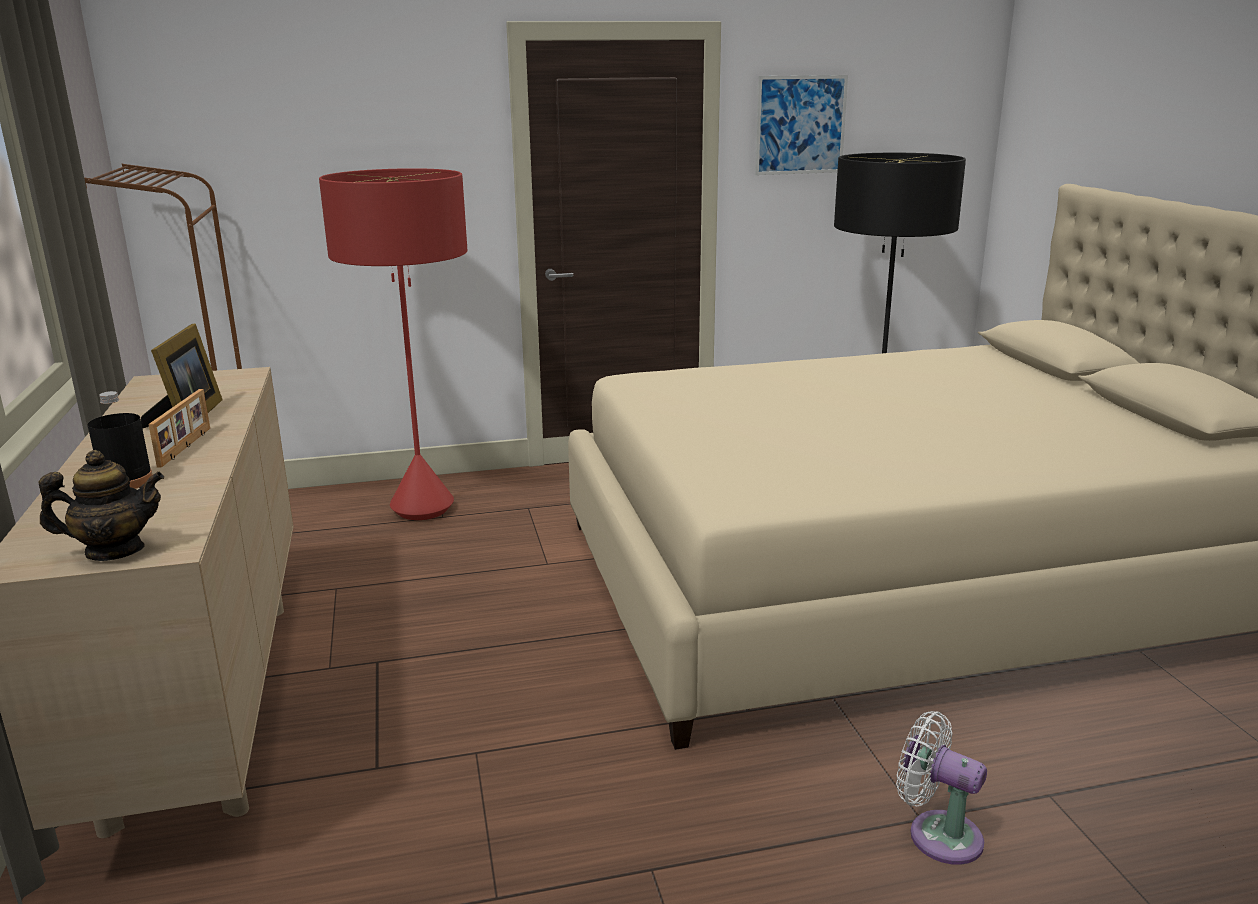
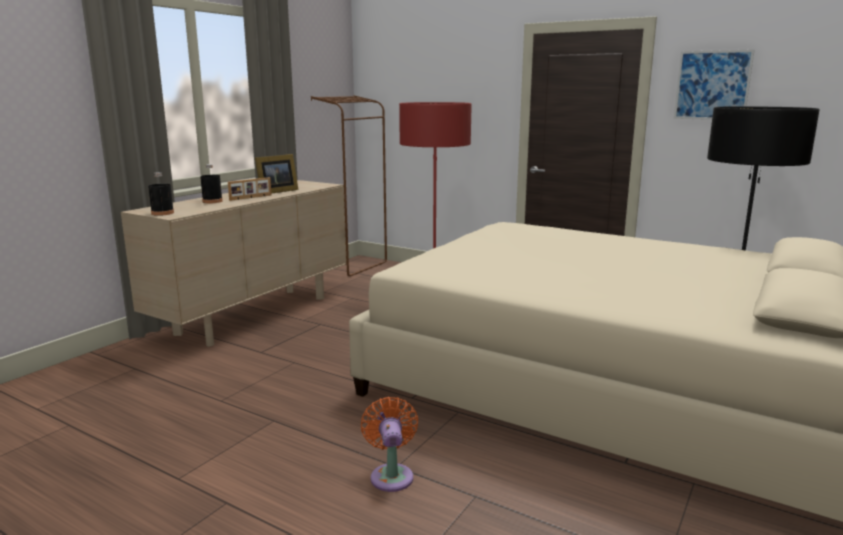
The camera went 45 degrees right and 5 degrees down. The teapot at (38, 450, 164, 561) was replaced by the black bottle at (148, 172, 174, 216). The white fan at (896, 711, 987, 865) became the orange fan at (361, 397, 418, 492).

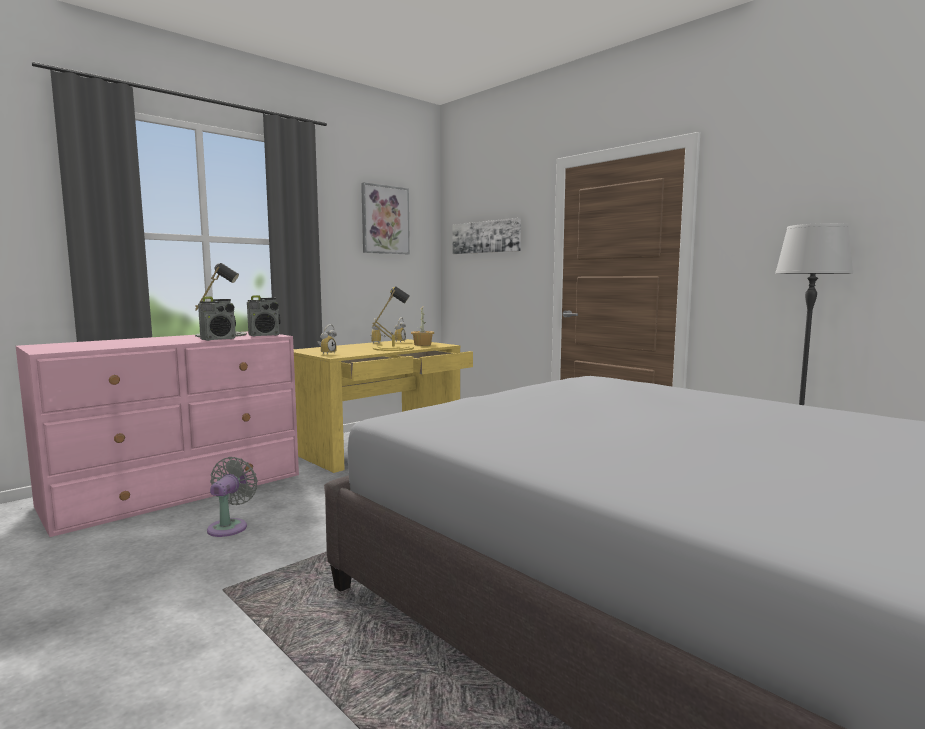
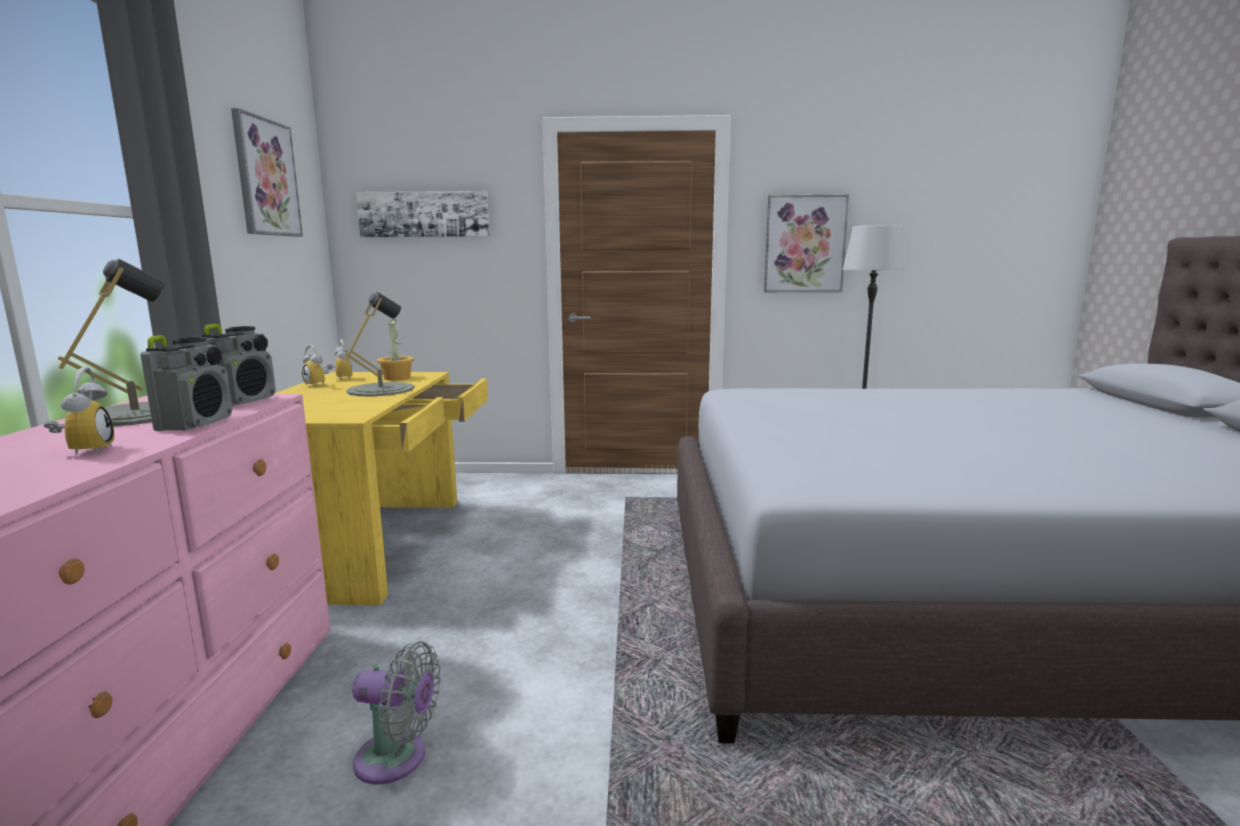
The camera went 45 degrees left and 5 degrees up. The grey fan at (207, 457, 258, 537) turned 135 degrees clockwise. The alarm clock moved from (317, 324, 337, 354) to (44, 367, 114, 456). The yellow table lamp at (372, 287, 414, 351) became the grey table lamp at (345, 292, 415, 397). The picture at (764, 194, 849, 292) appeared.

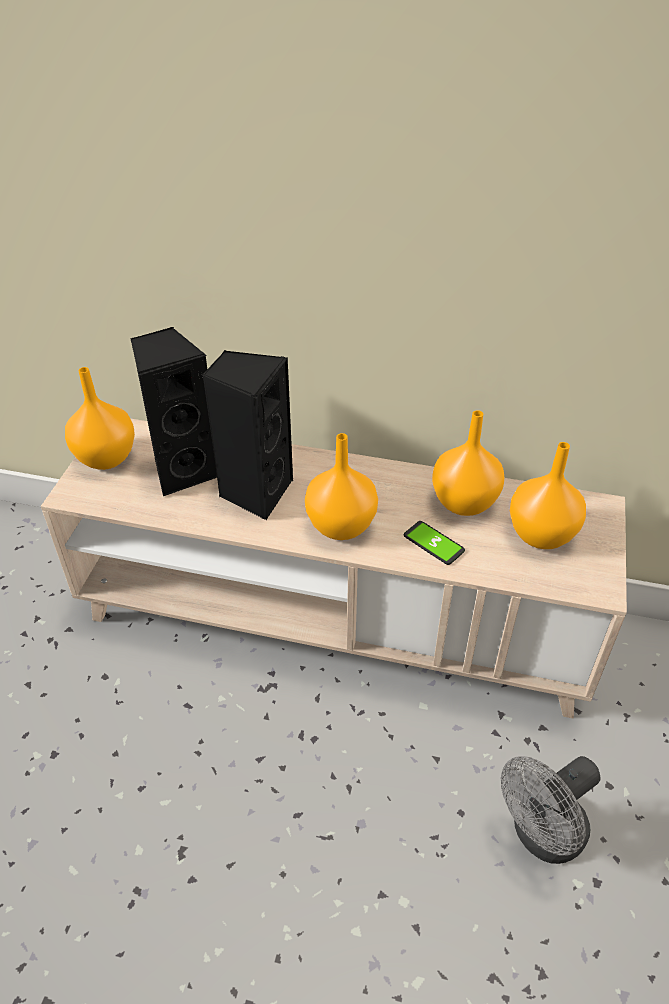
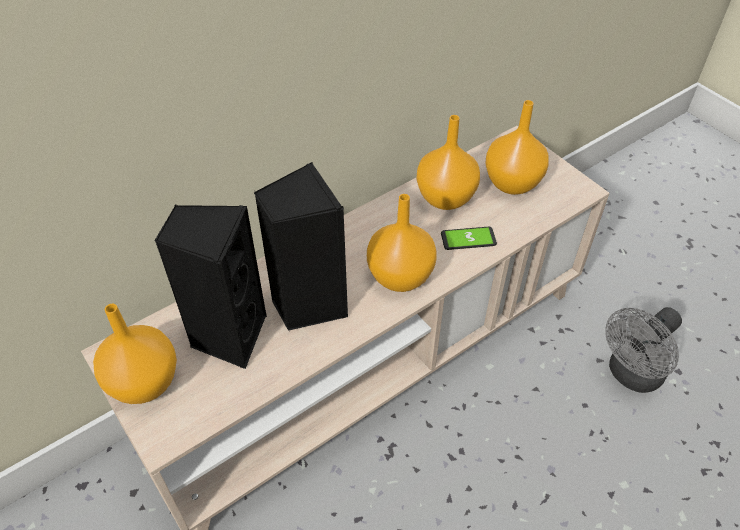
The camera went 50 degrees left and 5 degrees up. The grey fan at (501, 756, 601, 864) turned 45 degrees clockwise.

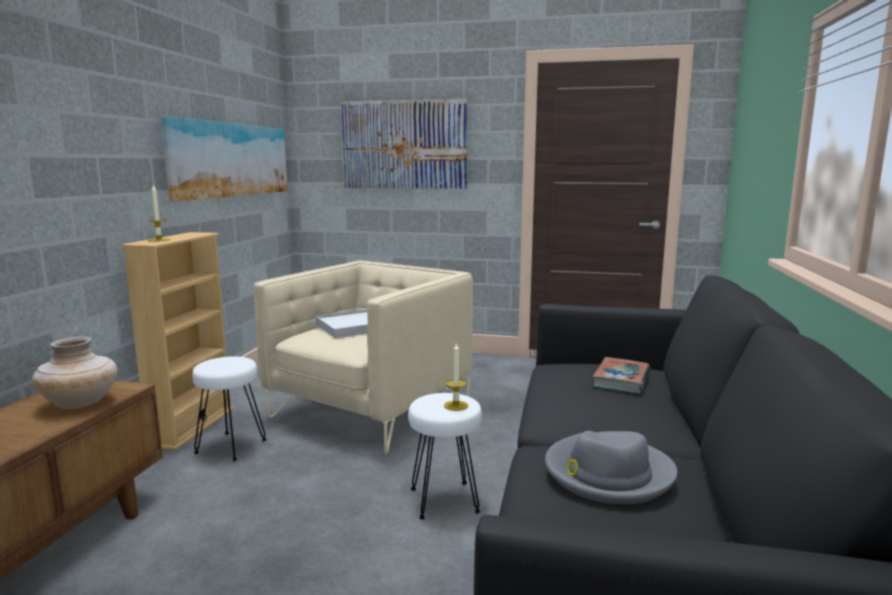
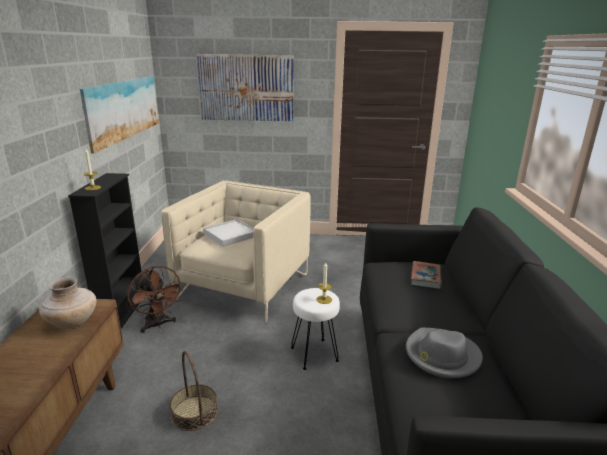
The camera went 10 degrees left and 10 degrees up. The beige bookcase at (122, 232, 233, 450) became the black bookcase at (68, 173, 141, 329). The white stool at (192, 356, 267, 461) was replaced by the brown fan at (127, 266, 184, 333). The basket at (170, 351, 218, 431) appeared.

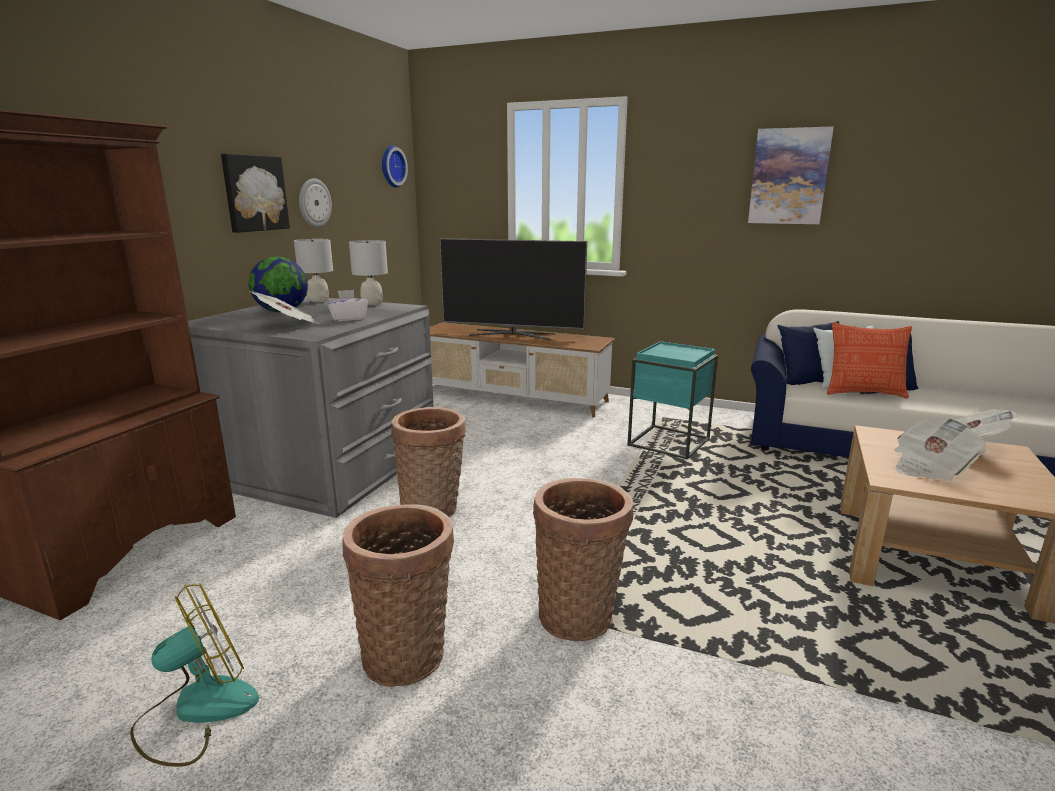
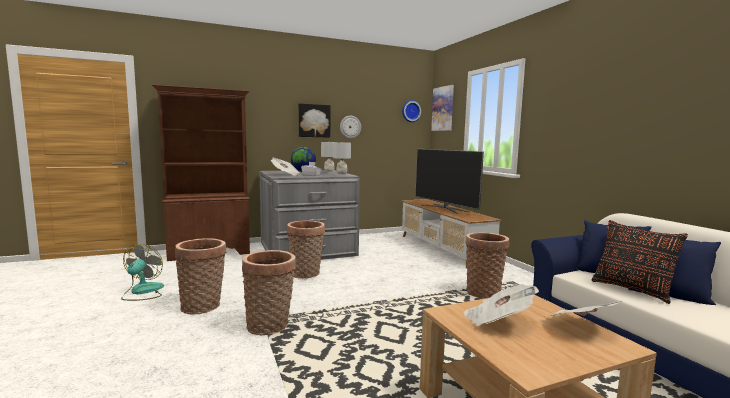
The camera went 45 degrees right and 10 degrees down. The fan at (130, 583, 259, 767) turned 90 degrees counterclockwise. The turquoise side table at (628, 341, 718, 460) was replaced by the basket at (466, 232, 509, 299). The picture moved from (748, 126, 834, 224) to (431, 85, 454, 131). The orange pillow at (827, 322, 912, 399) became the black pillow at (592, 220, 688, 304).

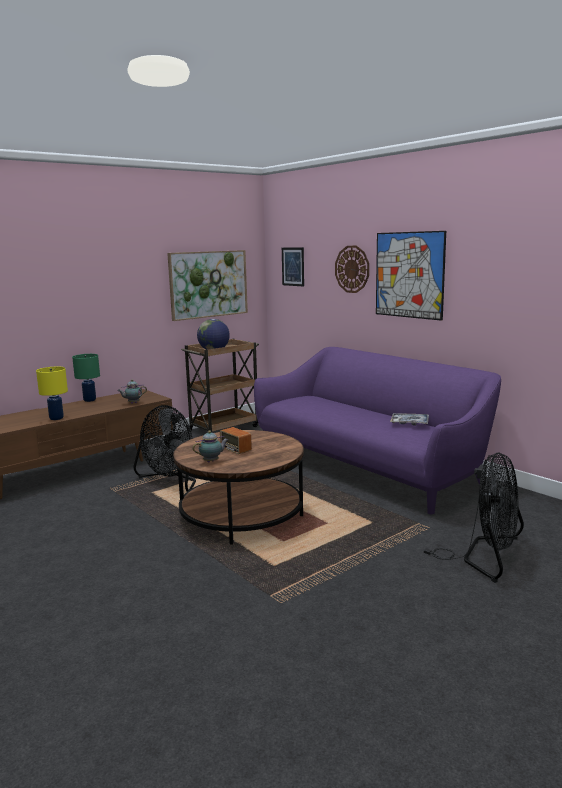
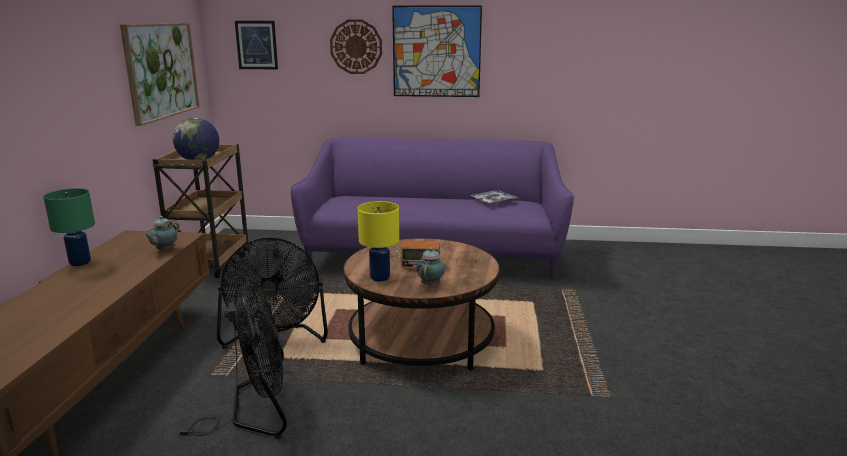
The camera went 45 degrees left and 5 degrees up. The yellow table lamp moved from (36, 367, 68, 420) to (358, 201, 399, 282). The black fan moved from (423, 453, 524, 583) to (178, 283, 287, 439).

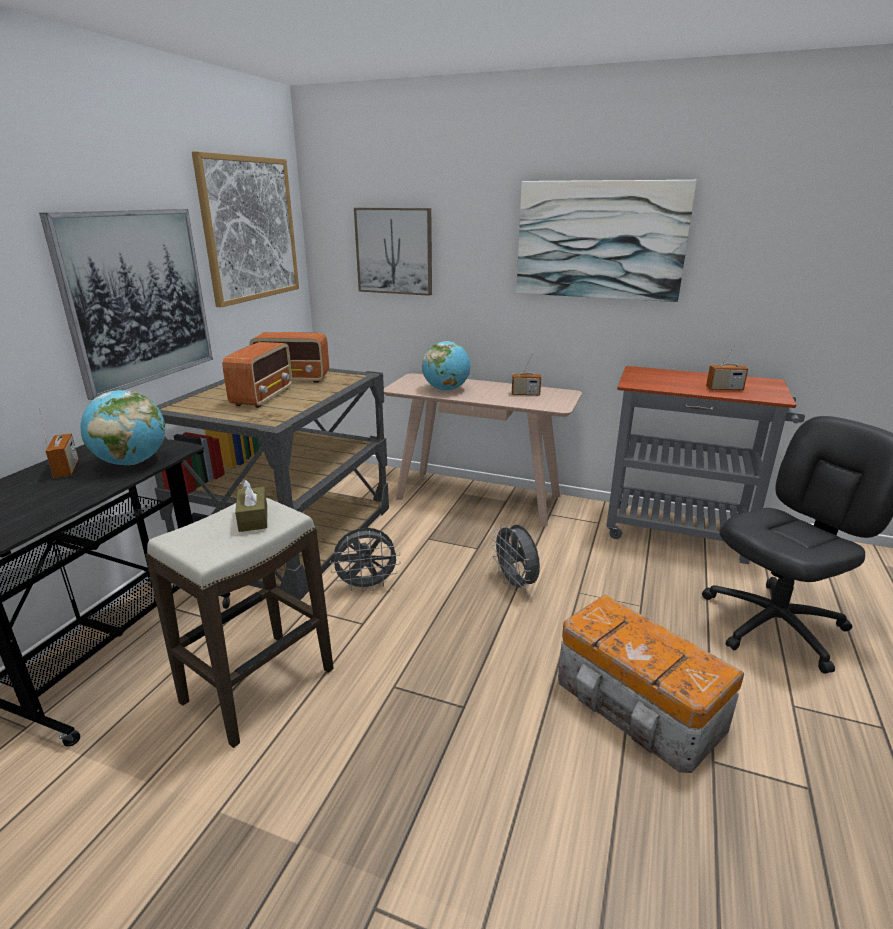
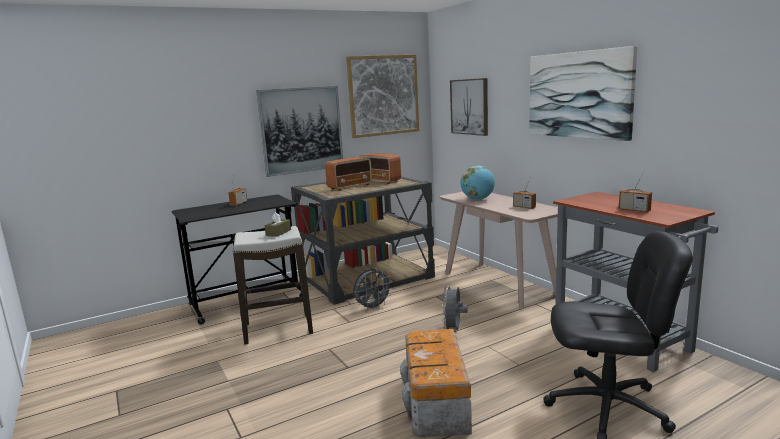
The camera went 40 degrees right and 10 degrees down. The globe at (81, 390, 165, 465) disappeared. The grey fan at (330, 528, 401, 592) turned 60 degrees counterclockwise.

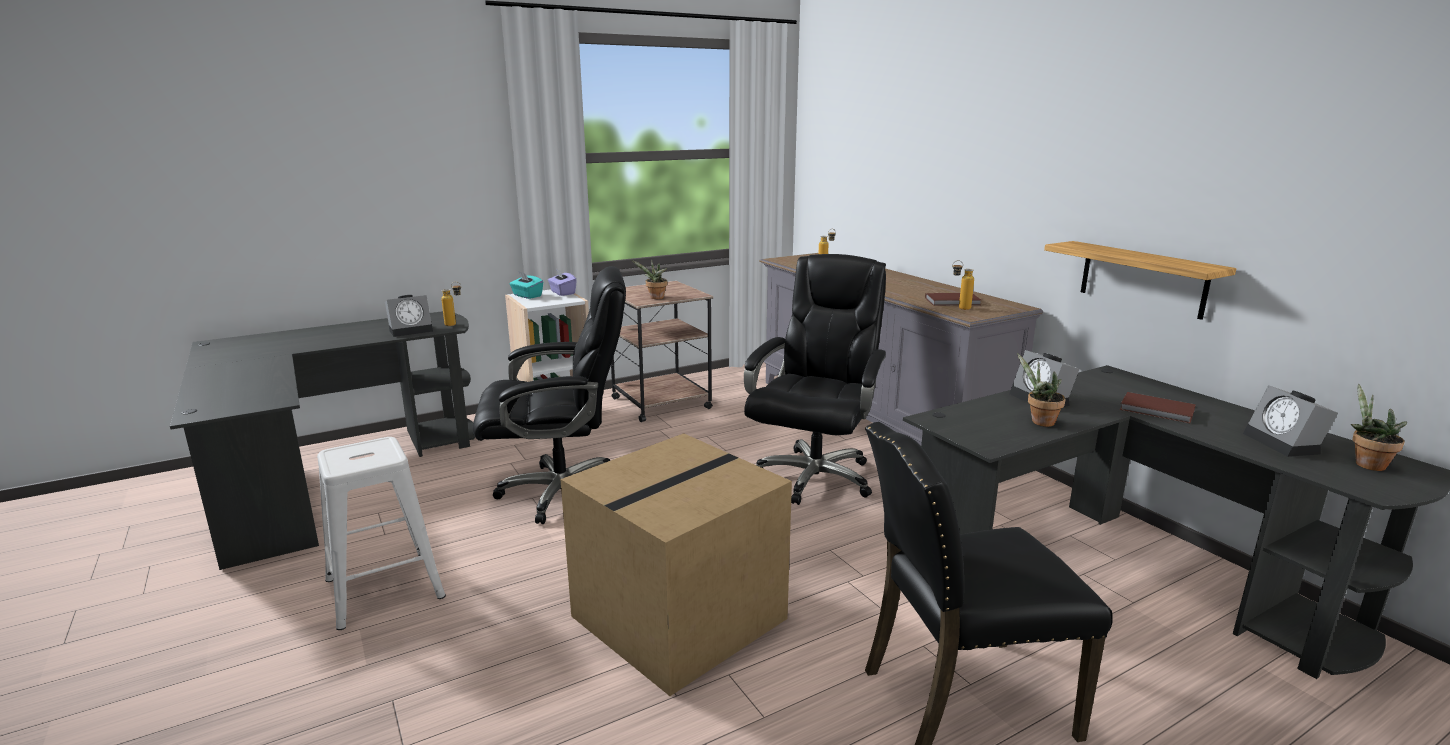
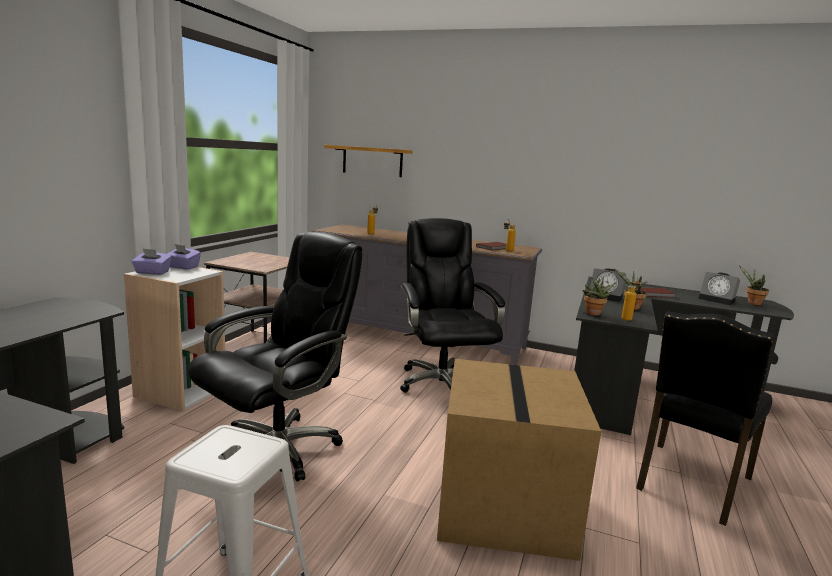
The camera went 40 degrees left and 5 degrees down. The alarm clock at (385, 295, 433, 337) disappeared. The bottle moved from (441, 282, 461, 326) to (622, 278, 640, 321). The turquoise tissue box at (510, 272, 543, 299) became the purple tissue box at (132, 249, 172, 275). The potted plant moved from (631, 259, 667, 299) to (582, 276, 615, 315). The shelf moved from (1044, 241, 1236, 320) to (324, 145, 412, 177).

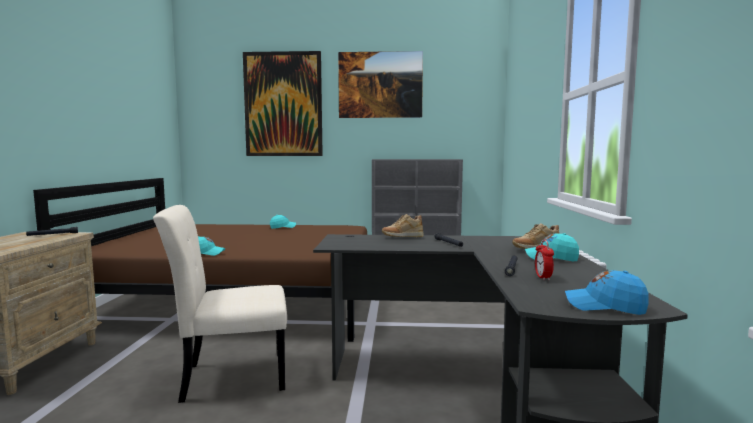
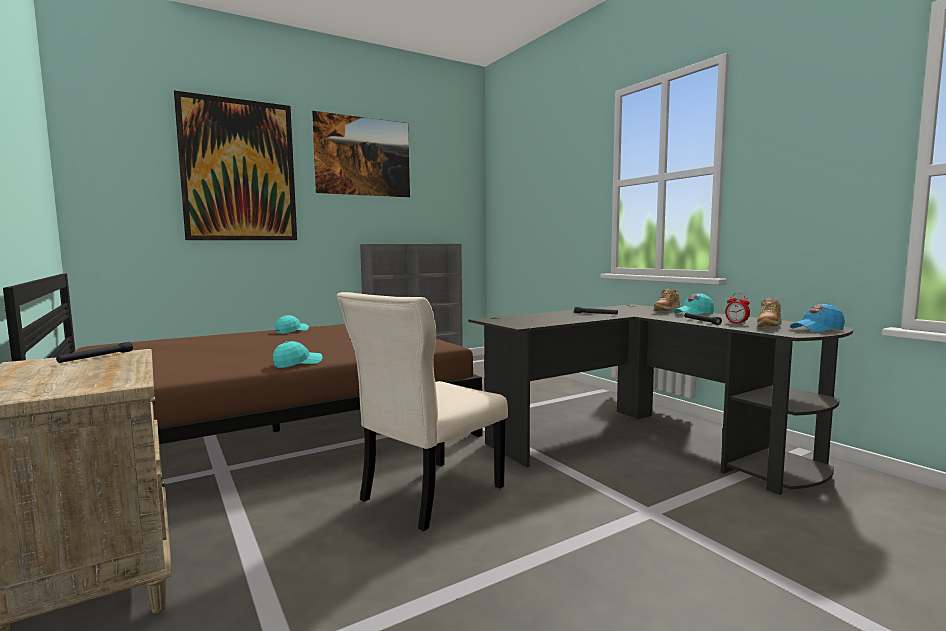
The camera went 35 degrees left and 0 degrees up. The beige shoe moved from (382, 214, 423, 237) to (757, 298, 782, 327).

